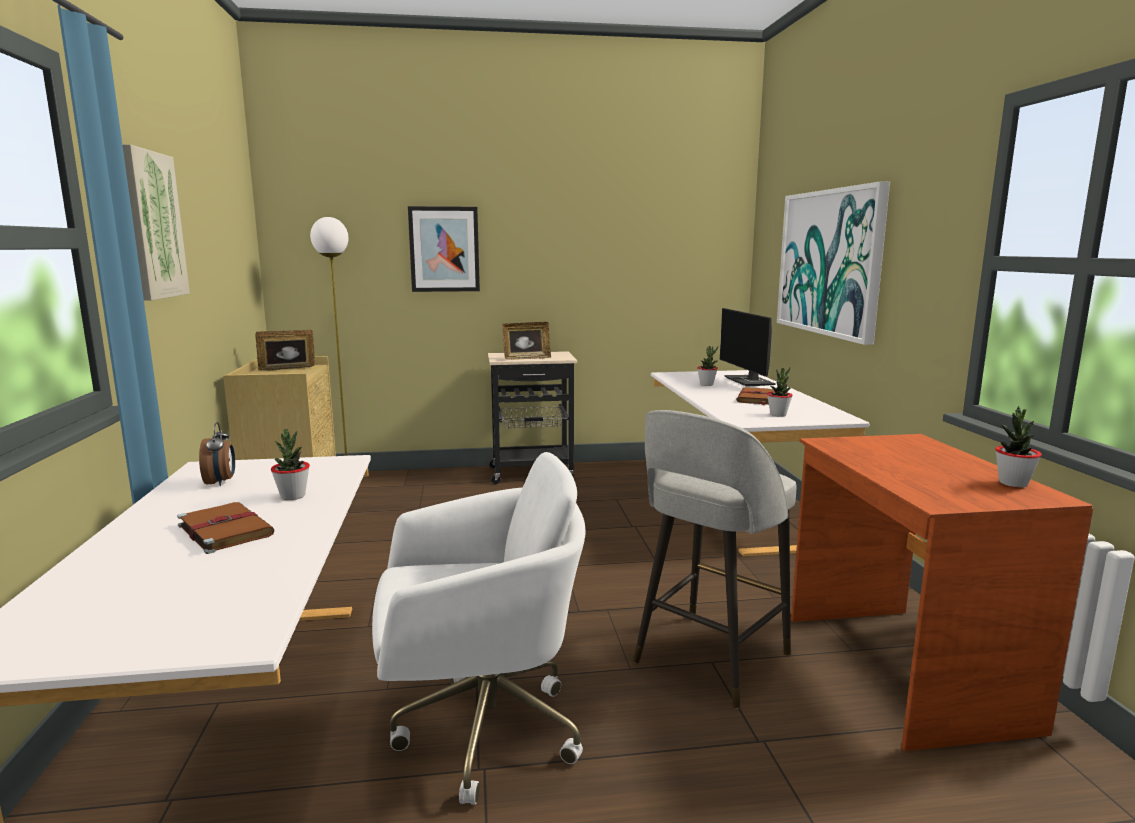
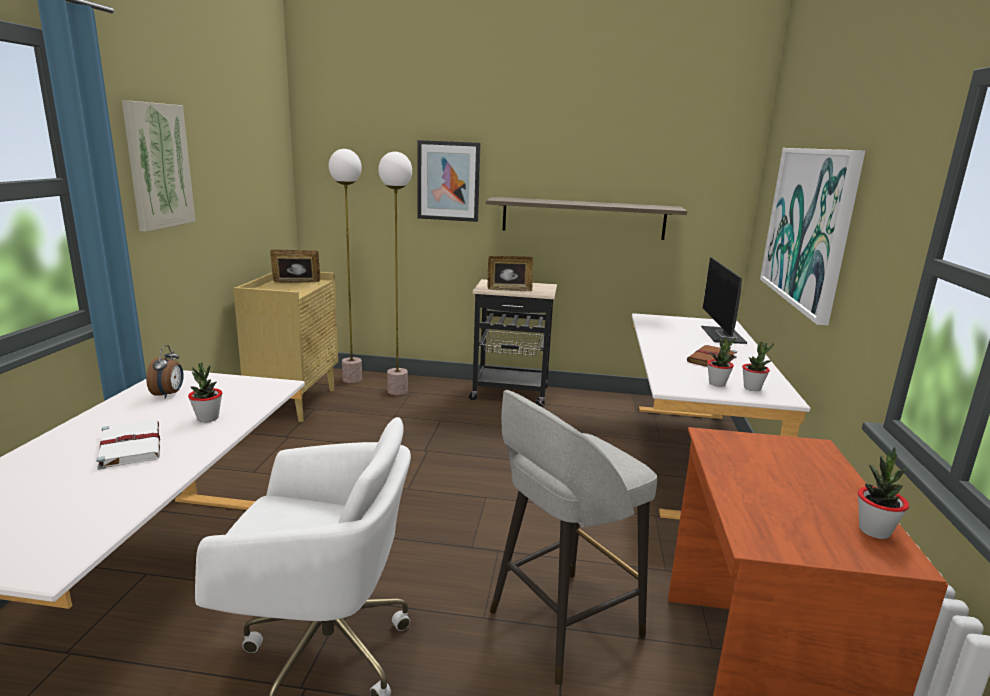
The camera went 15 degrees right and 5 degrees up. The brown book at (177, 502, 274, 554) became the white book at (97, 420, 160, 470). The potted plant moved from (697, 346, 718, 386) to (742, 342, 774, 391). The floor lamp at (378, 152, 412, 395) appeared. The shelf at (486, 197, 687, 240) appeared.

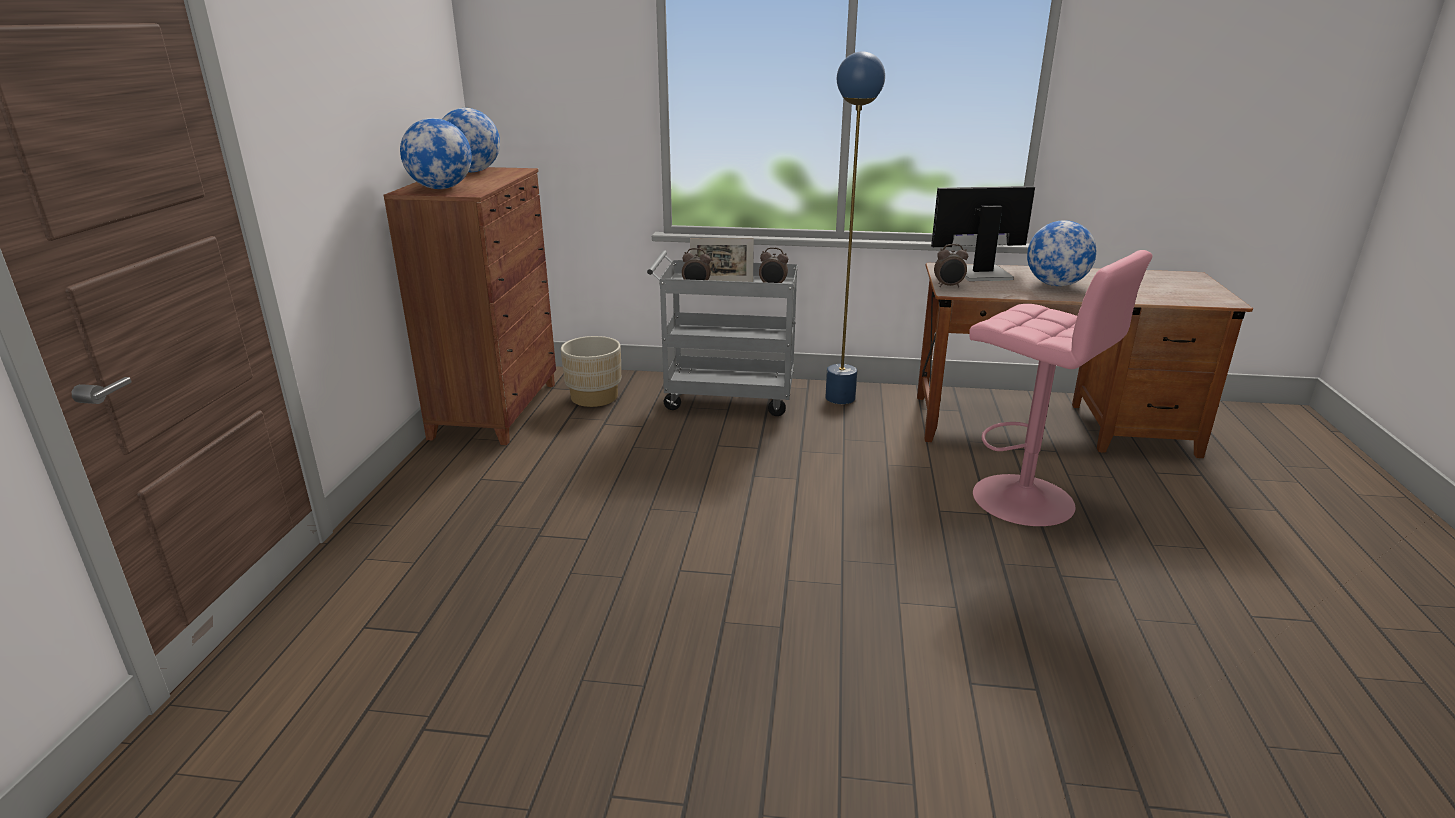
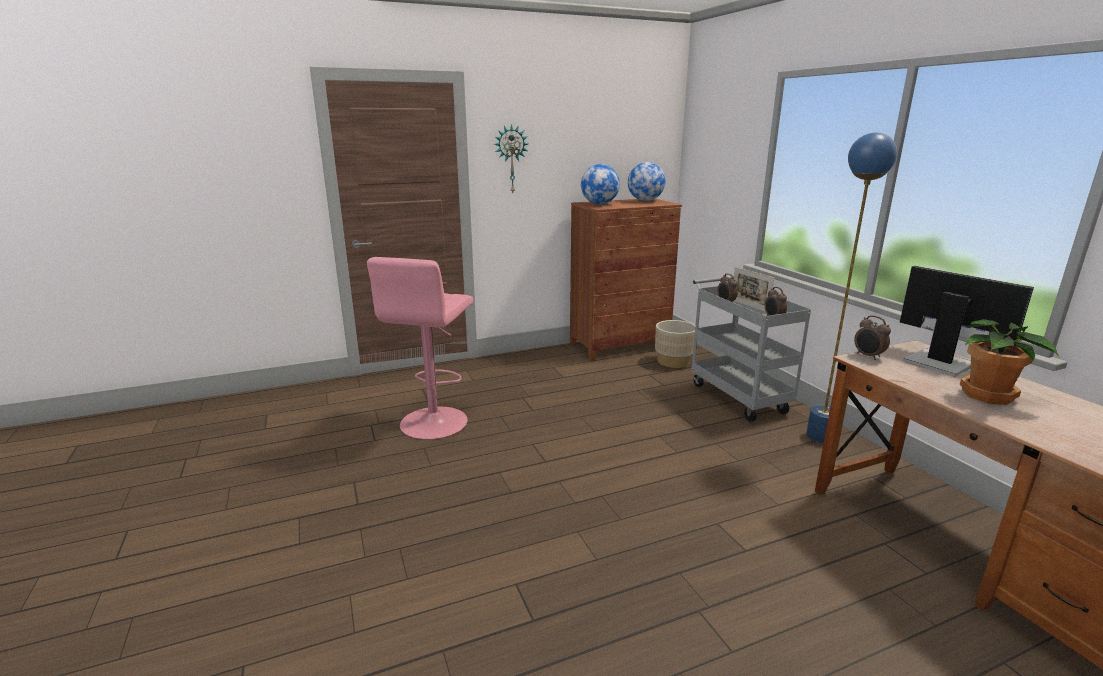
The camera went 60 degrees right and 5 degrees down. The pink stool moved from (969, 250, 1152, 526) to (367, 257, 473, 439). The globe at (1027, 220, 1096, 286) was replaced by the potted plant at (960, 319, 1060, 405). The wall clock at (494, 124, 529, 193) appeared.

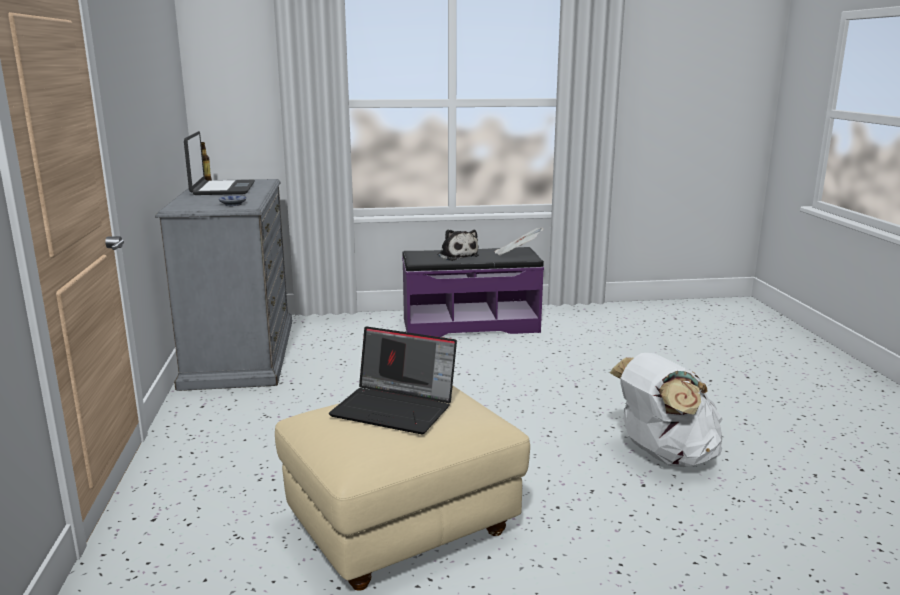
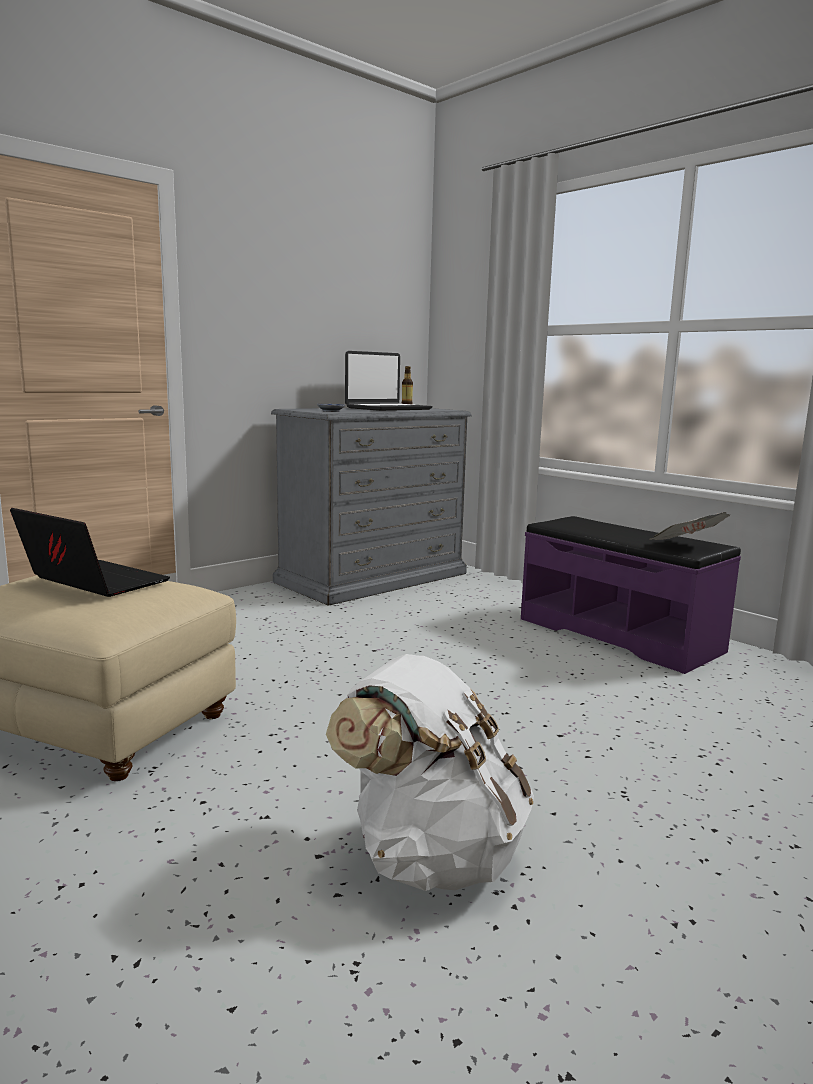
The camera went 55 degrees right and 5 degrees down. The laptop at (329, 326, 457, 434) turned 135 degrees clockwise. The plush toy at (437, 229, 479, 261) disappeared.

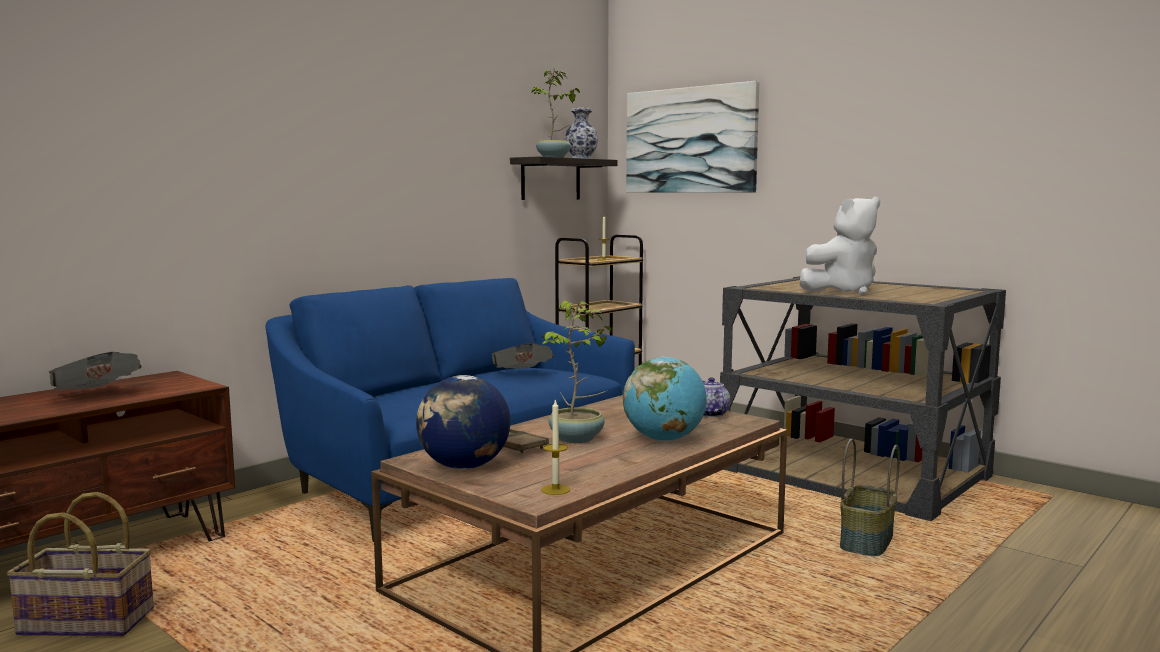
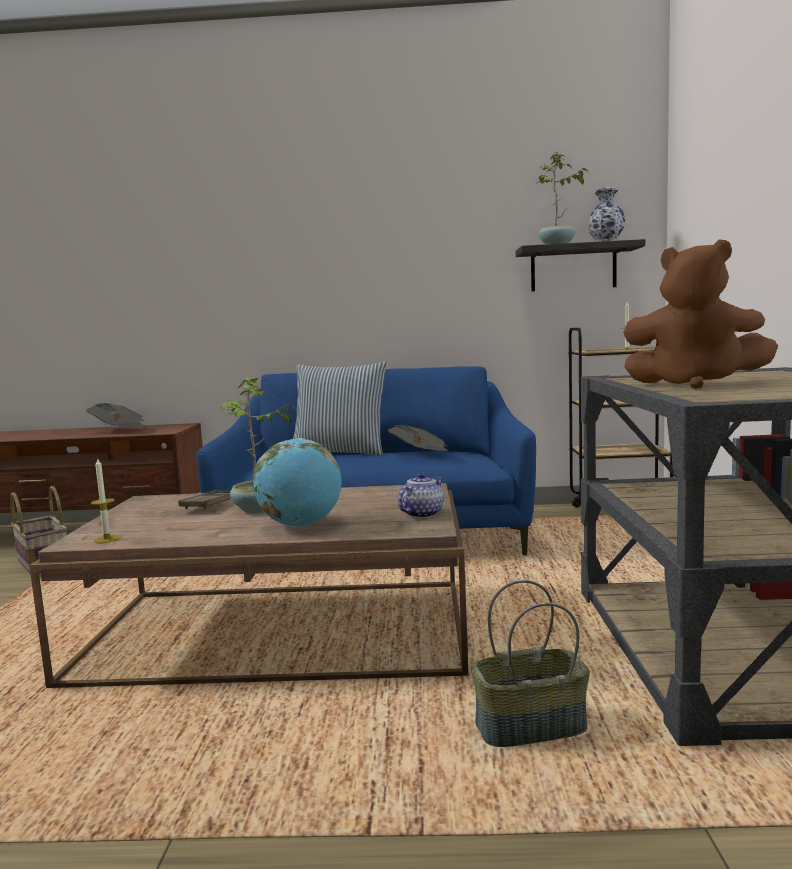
The camera went 50 degrees right and 0 degrees up. The globe at (416, 375, 510, 469) disappeared. The picture at (626, 81, 759, 193) disappeared. The white plush toy at (800, 197, 880, 295) became the brown plush toy at (623, 240, 778, 389). The pillow at (293, 361, 388, 455) appeared.

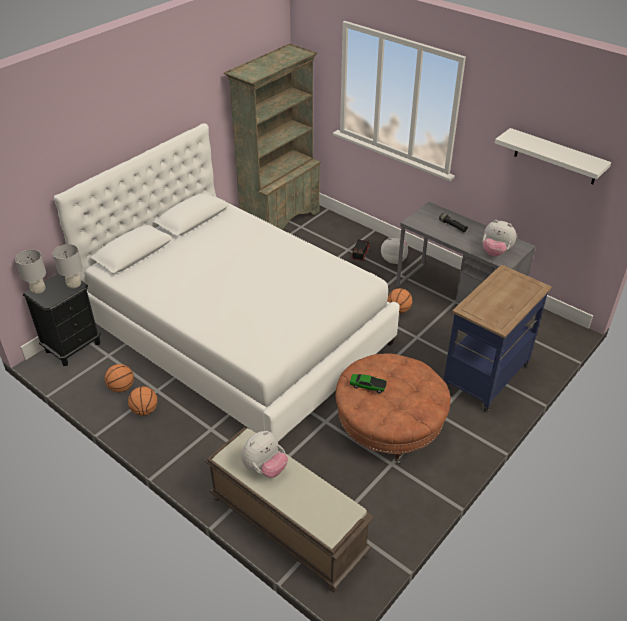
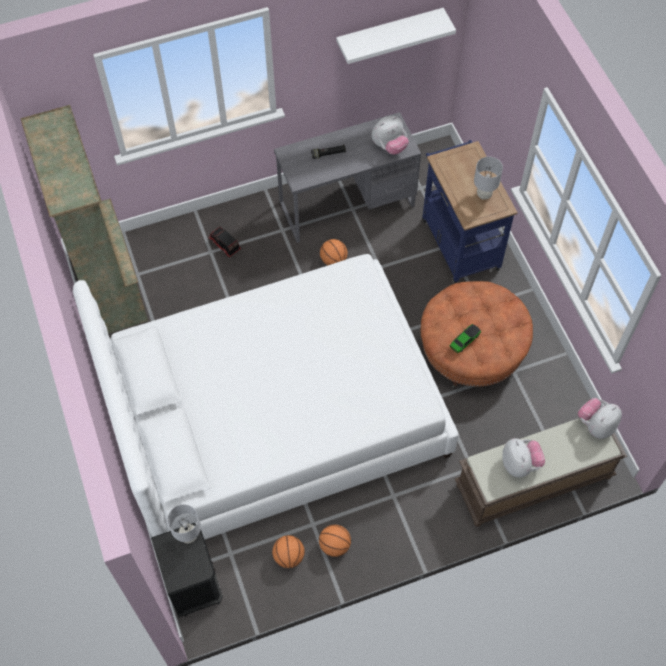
The camera went 60 degrees left and 20 degrees up. The grey table lamp moved from (15, 250, 46, 294) to (474, 157, 503, 200). The plush toy moved from (381, 238, 408, 264) to (578, 398, 622, 439).

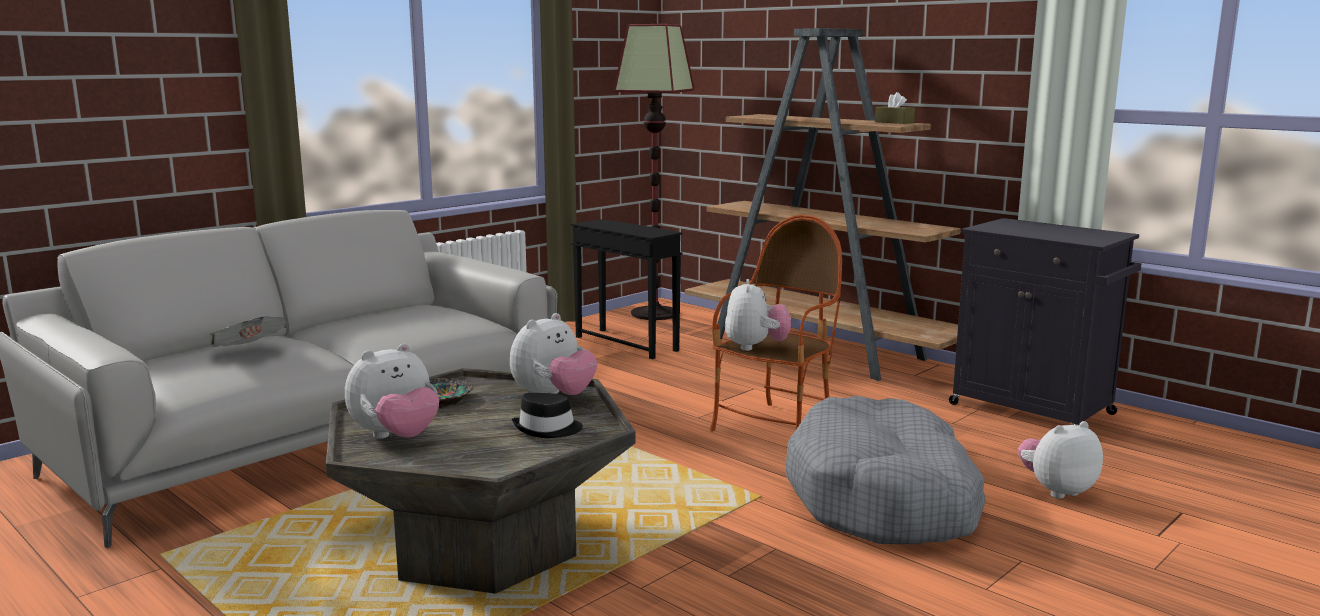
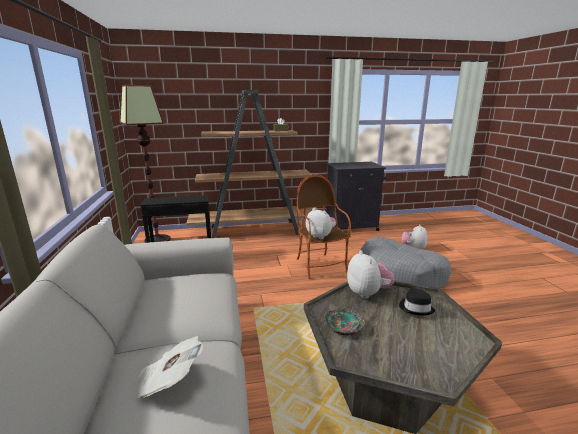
The camera went 55 degrees left and 5 degrees up. The plush toy at (345, 344, 439, 439) disappeared.

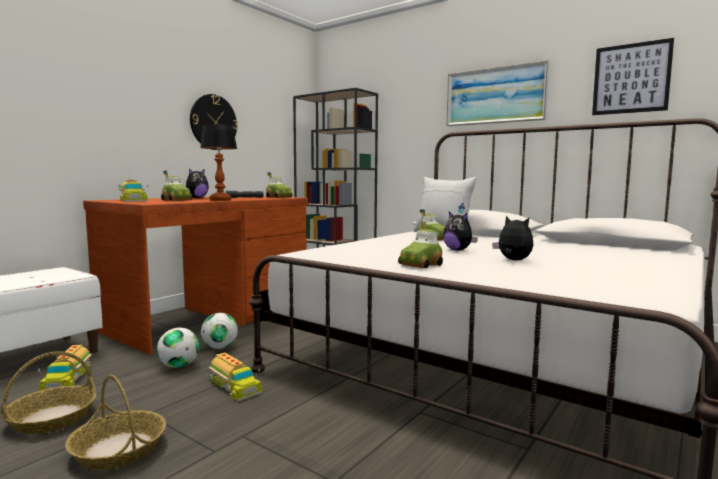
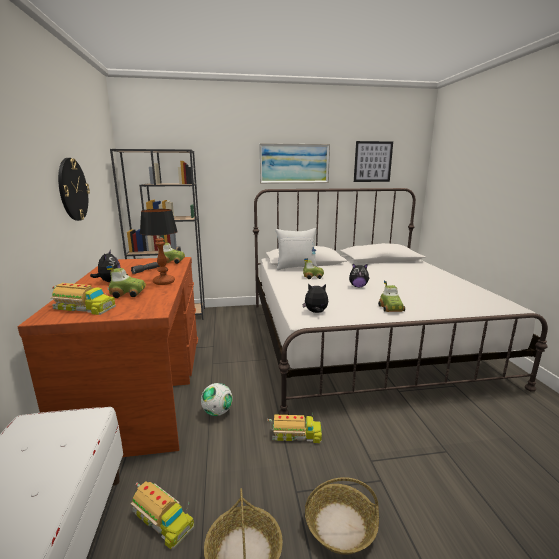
The camera went 45 degrees left and 10 degrees up. The football at (157, 328, 199, 368) disappeared. The plush toy moved from (492, 216, 533, 260) to (303, 284, 328, 313).

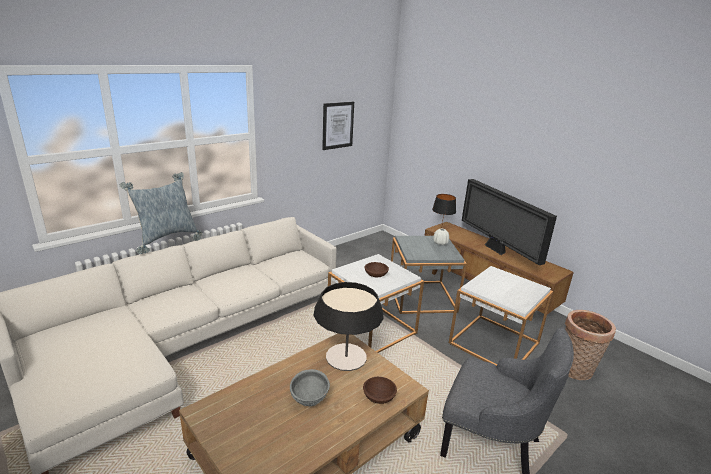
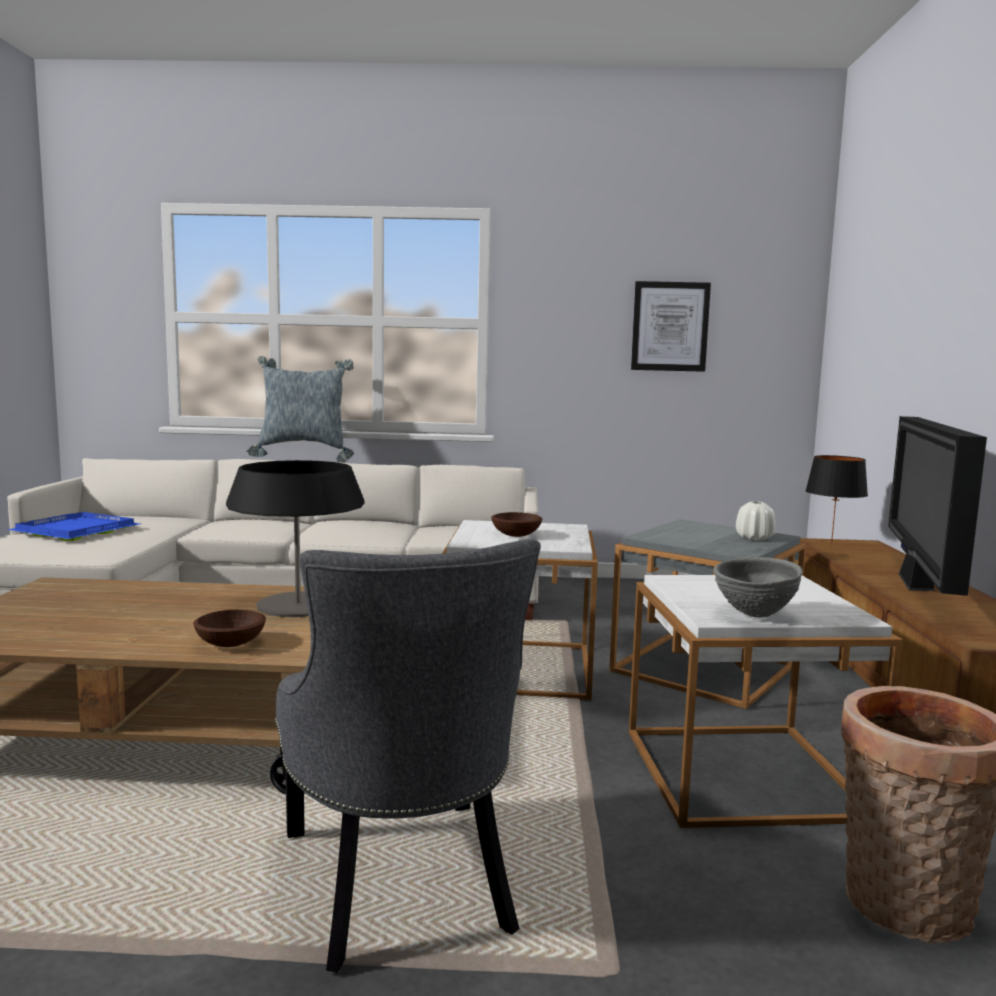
The camera went 45 degrees right and 15 degrees down. The grey bowl moved from (290, 369, 330, 406) to (713, 557, 803, 618). The blue tray at (7, 512, 140, 541) appeared.

